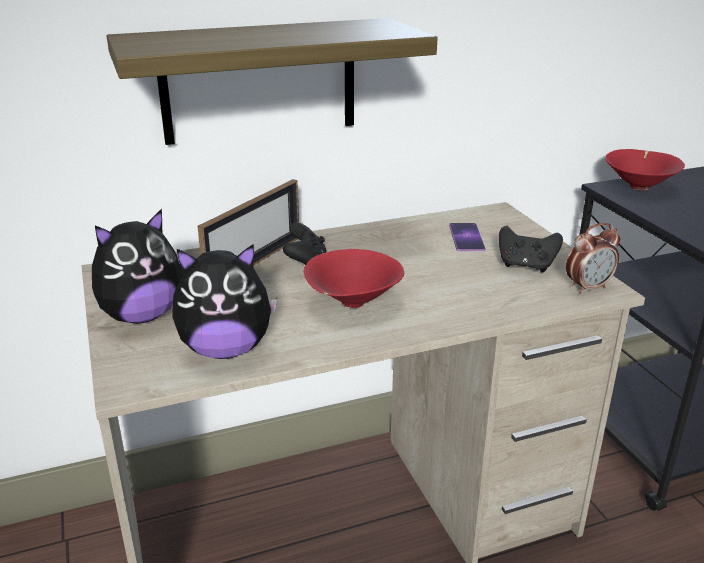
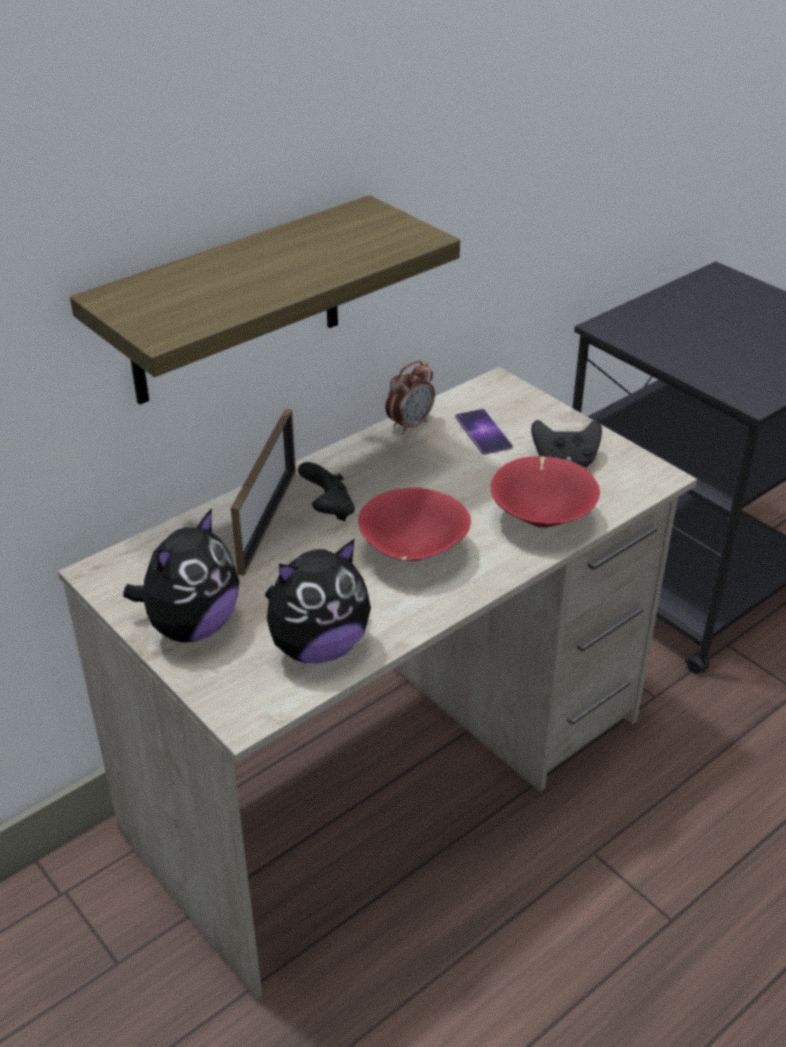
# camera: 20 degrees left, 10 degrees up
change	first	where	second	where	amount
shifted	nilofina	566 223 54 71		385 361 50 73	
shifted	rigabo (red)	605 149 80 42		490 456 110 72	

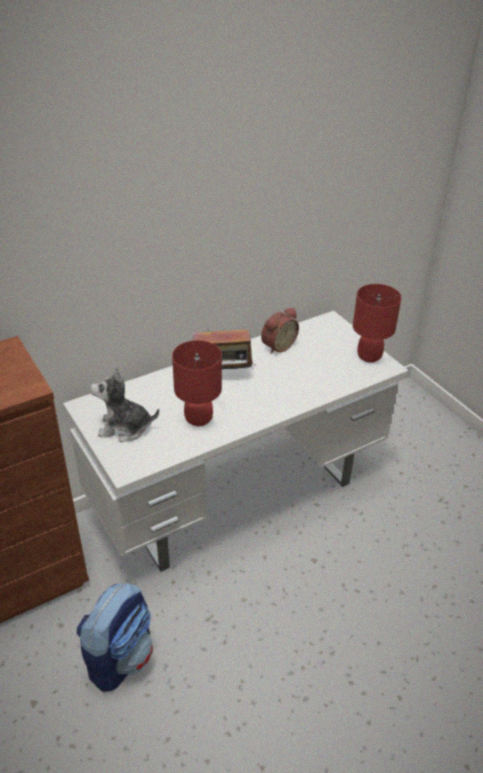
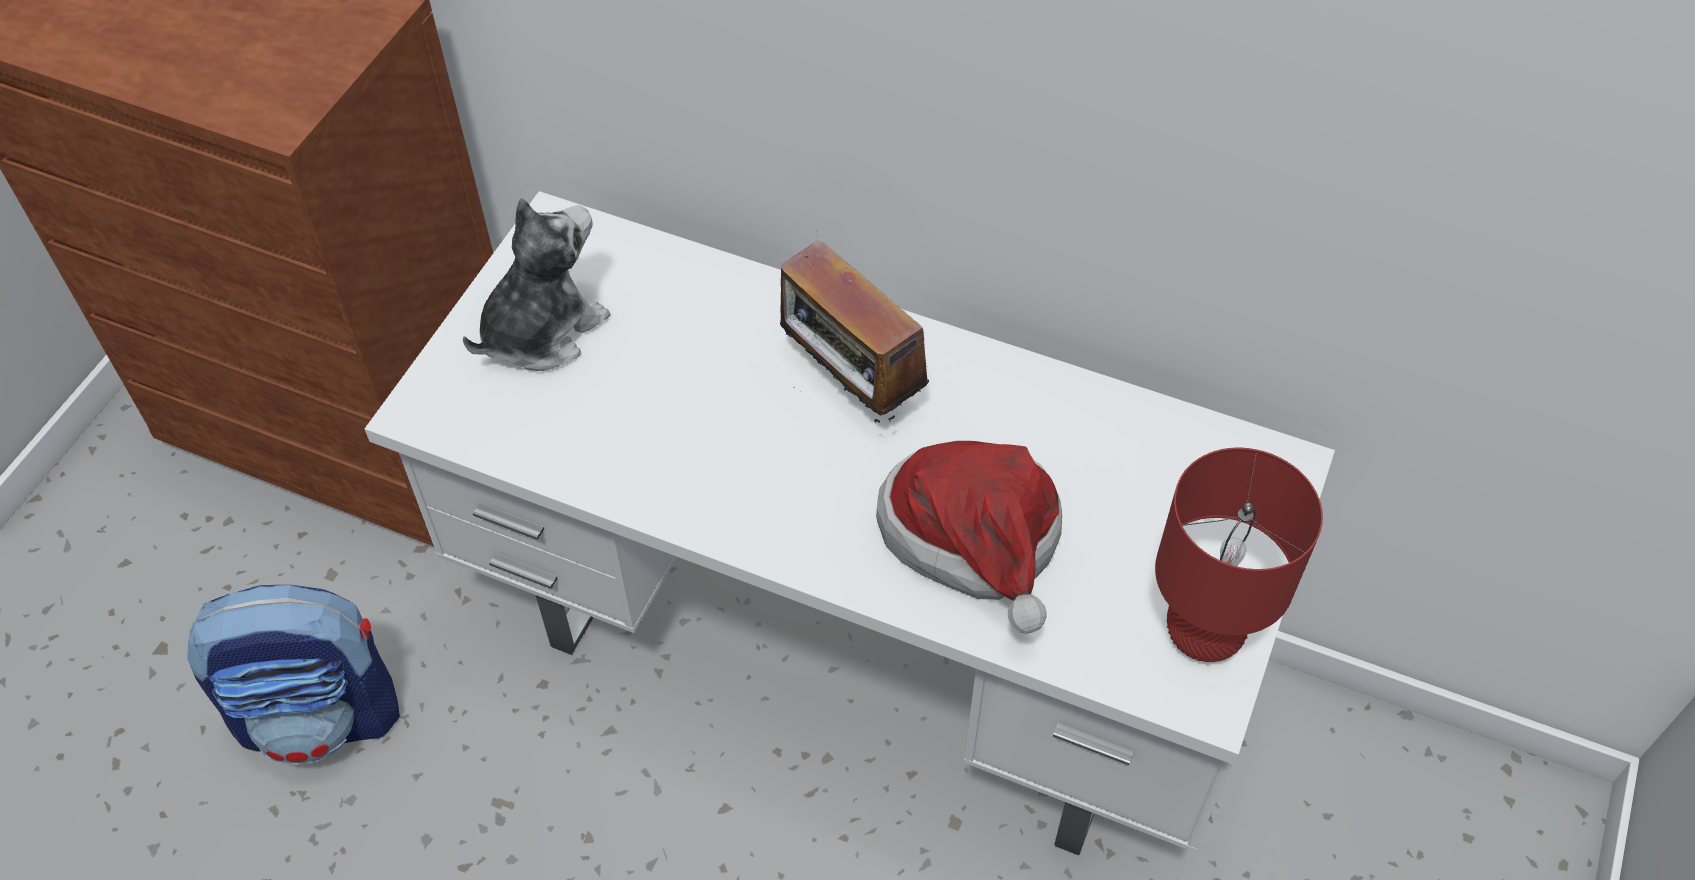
# camera: 55 degrees right, 15 degrees up
change	first	where	second	where	amount
rotated	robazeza	90 368 69 74		463 198 147 173	75 degrees clockwise
new			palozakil	876 441 186 193	
gone	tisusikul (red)	172 340 50 86			
gone	nilofina	261 307 38 47			

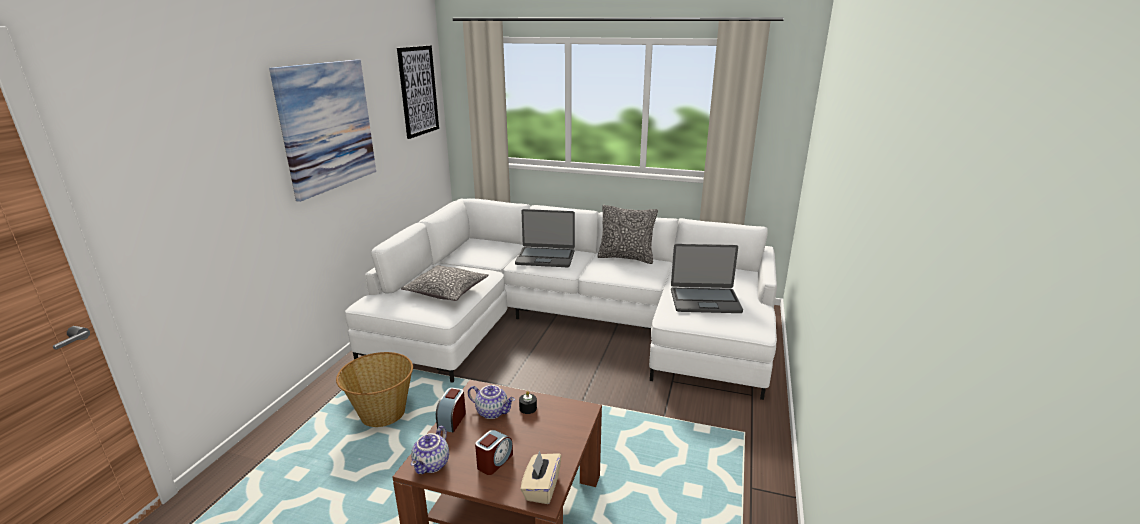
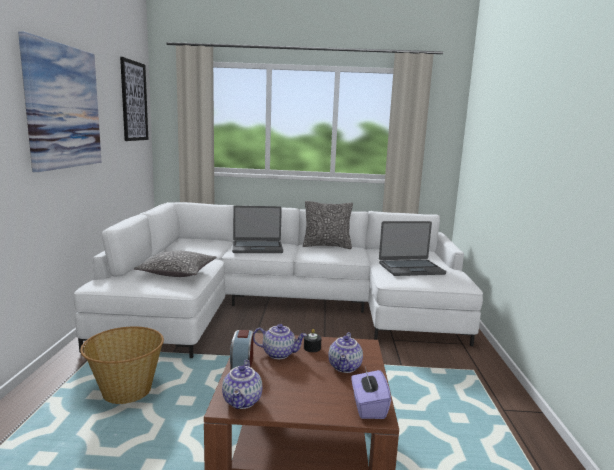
# camera: 15 degrees left, 10 degrees down
change	first	where	second	where	amount
new			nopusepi	328 332 35 41	
repainted	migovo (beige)	520 451 41 53	migovo (purple)	351 367 40 52	
gone	nilofina	475 430 38 45			

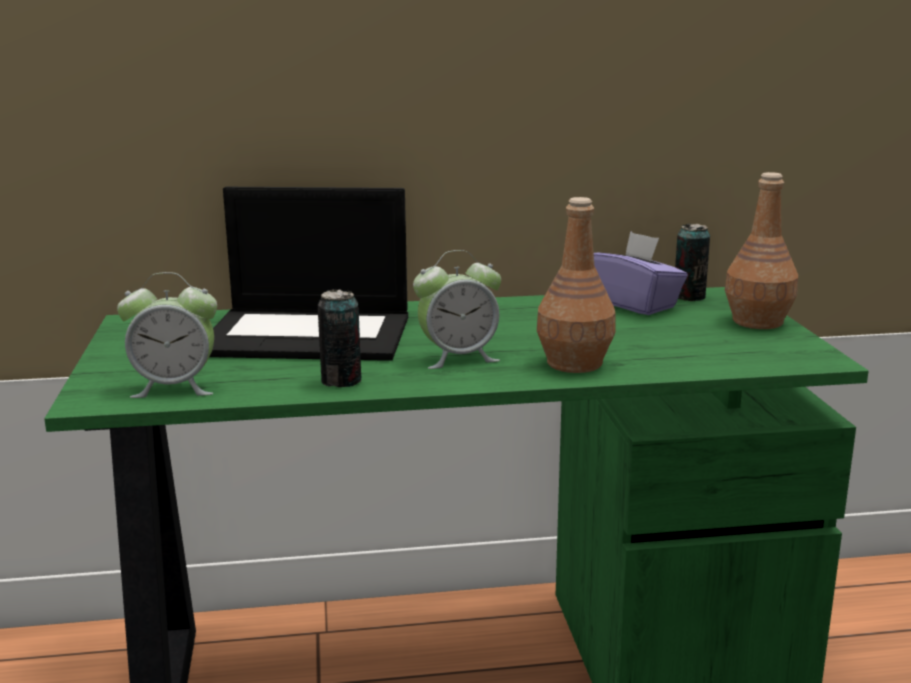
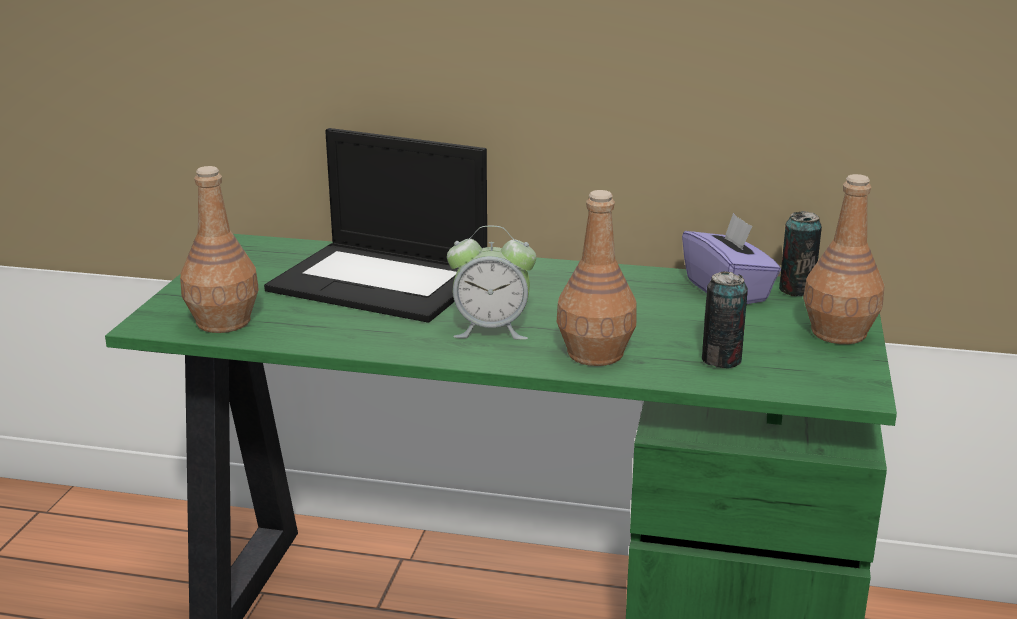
# camera: 20 degrees right, 5 degrees up
change	first	where	second	where	amount
swapped	nilofina	117 272 100 126	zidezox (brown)	180 166 78 167	
shifted	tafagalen	318 289 44 98		702 271 46 97	

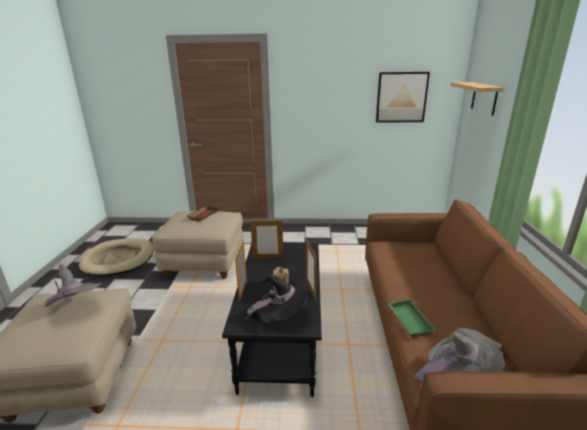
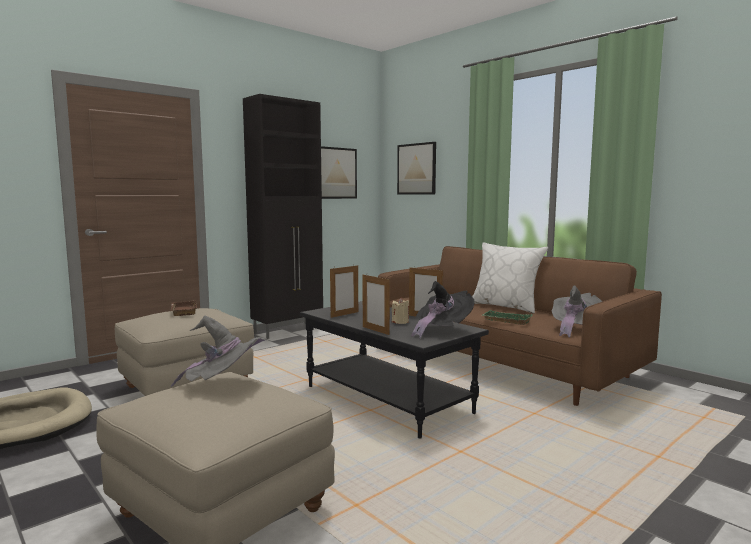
# camera: 45 degrees left, 15 degrees down
change	first	where	second	where	amount
new			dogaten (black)	243 94 80 245	
swapped	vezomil	450 82 54 34	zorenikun	397 142 39 52	
new			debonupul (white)	472 242 76 72	

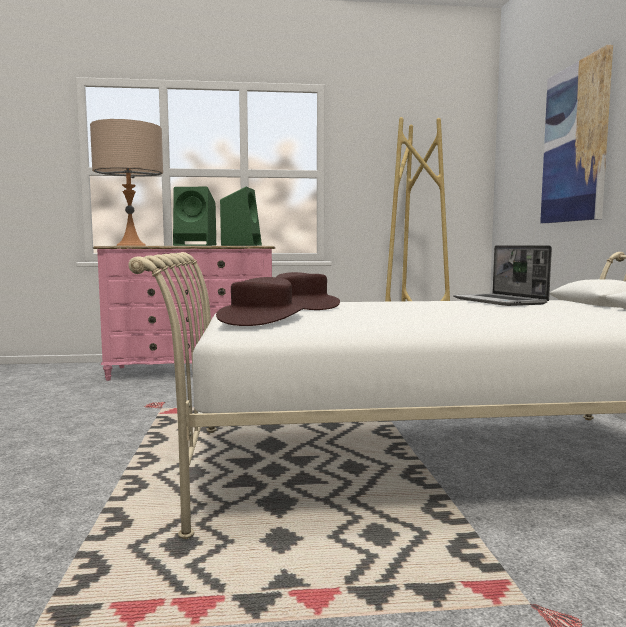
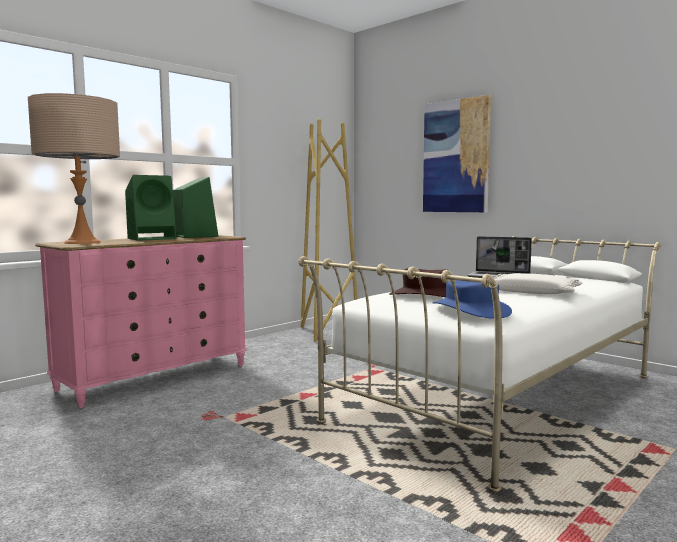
# camera: 40 degrees left, 0 degrees up
change	first	where	second	where	amount
repainted	palozakil (brown)	216 277 88 49	palozakil (blue)	433 280 79 39	
new			debonupul (white)	493 273 89 21	

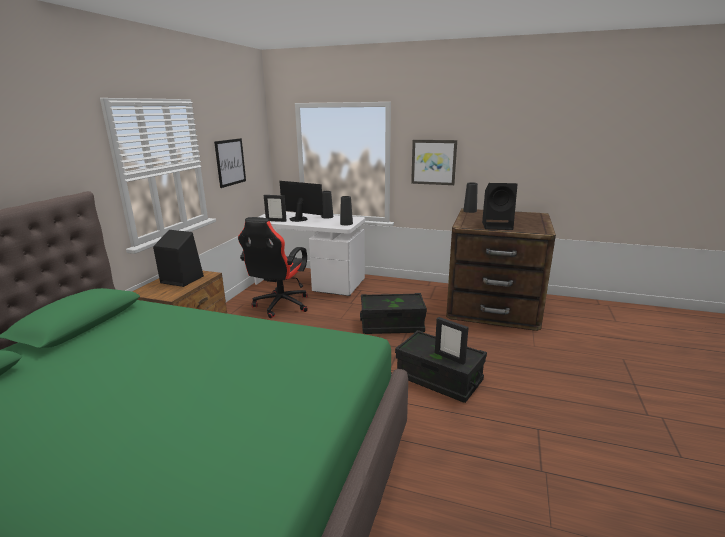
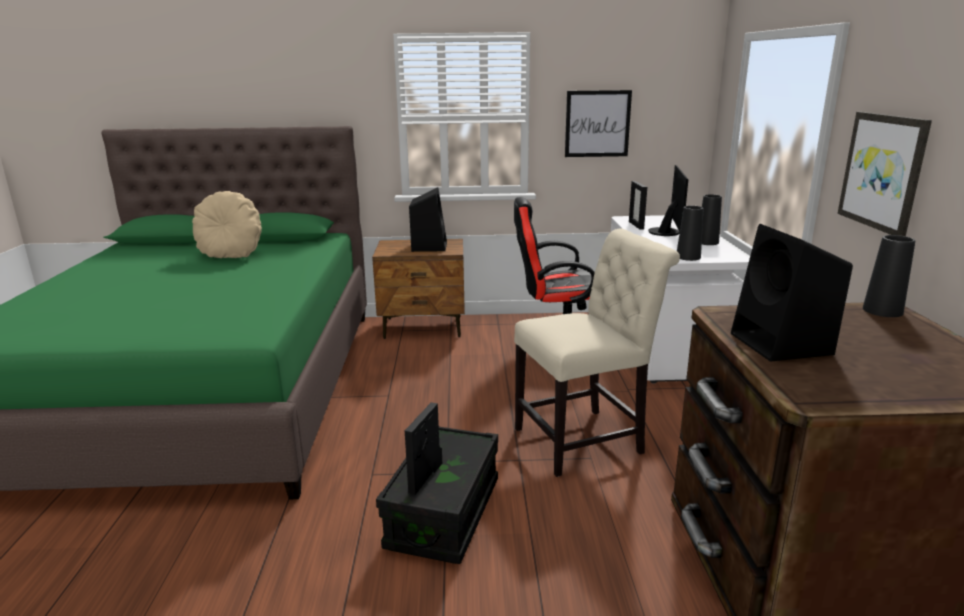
# camera: 70 degrees right, 0 degrees up
change	first	where	second	where	amount
new			debonupul (beige)	192 191 70 67	
swapped	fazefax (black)	360 293 67 41	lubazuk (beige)	514 228 166 249	

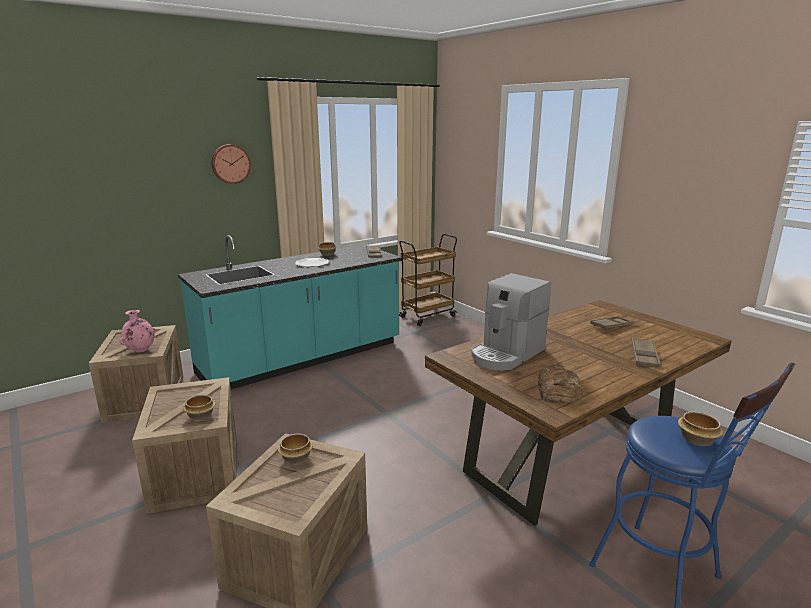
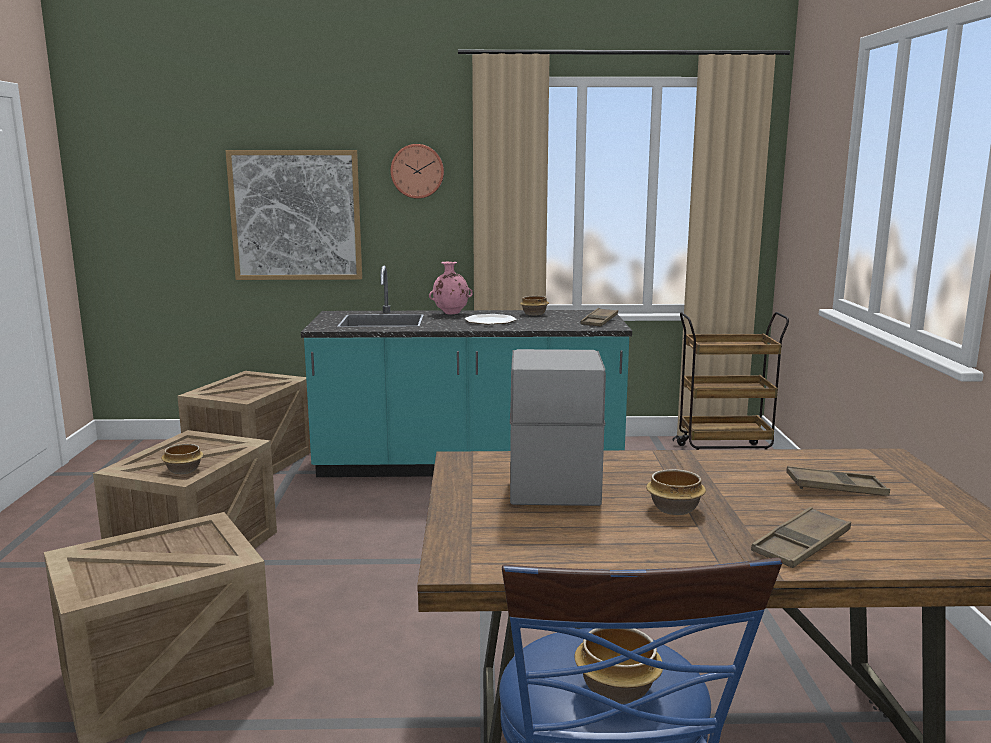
# camera: 35 degrees right, 5 degrees down
change	first	where	second	where	amount
new			zorenikun	225 150 137 130	
shifted	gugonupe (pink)	119 310 37 42		429 261 44 53	
rotated	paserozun	471 273 80 98		510 349 96 157	105 degrees clockwise
shifted	rigabo	278 434 35 30		646 469 60 46	
gone	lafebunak	538 365 45 38			

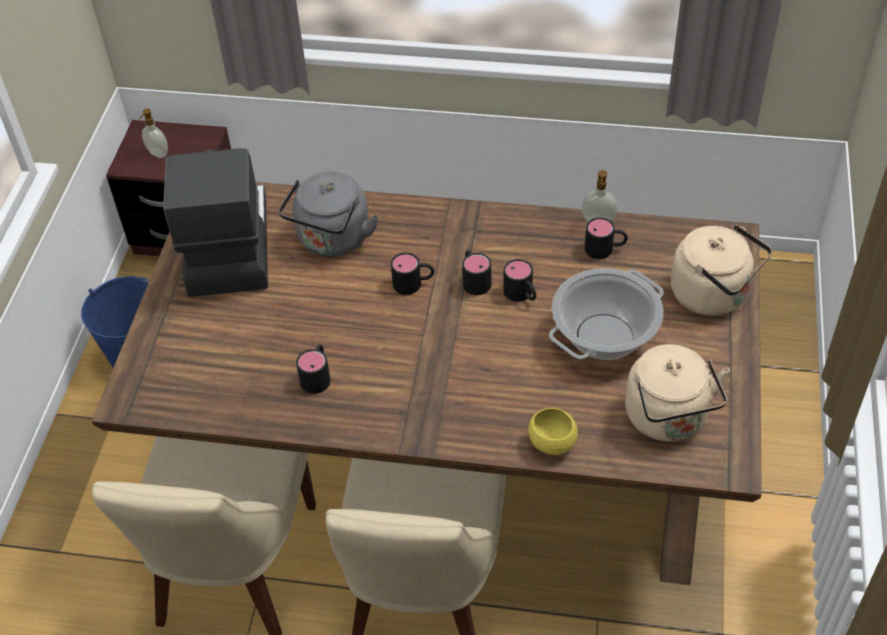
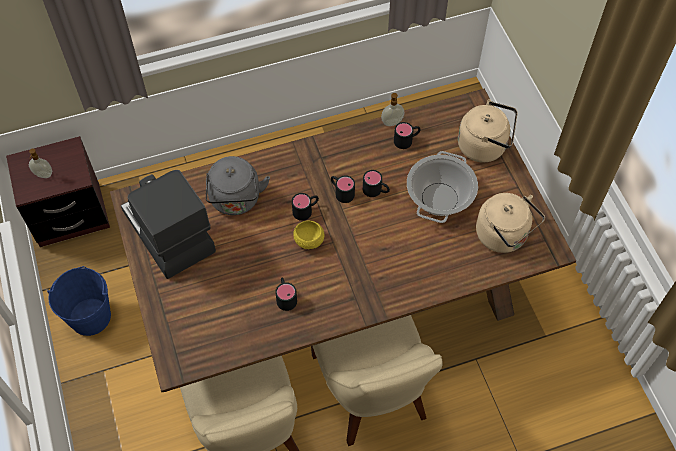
# camera: 30 degrees left, 10 degrees up
change	first	where	second	where	amount
shifted	rigabo (yellow)	528 408 50 47		293 220 31 29	

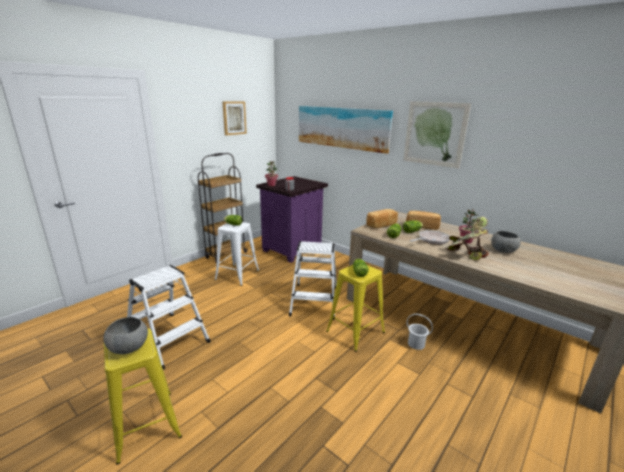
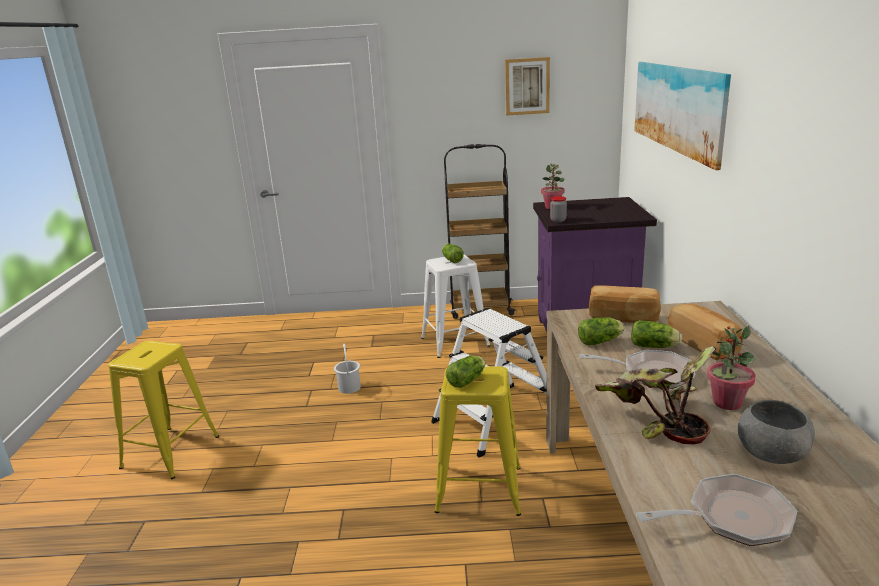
# camera: 50 degrees right, 0 degrees up
change	first	where	second	where	amount
shifted	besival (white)	407 314 26 36		334 344 27 50	
new			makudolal	636 474 162 72	
gone	rigabo (grey)	103 317 45 37			
gone	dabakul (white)	127 265 84 105			
gone	zorenikun	403 101 68 68			

